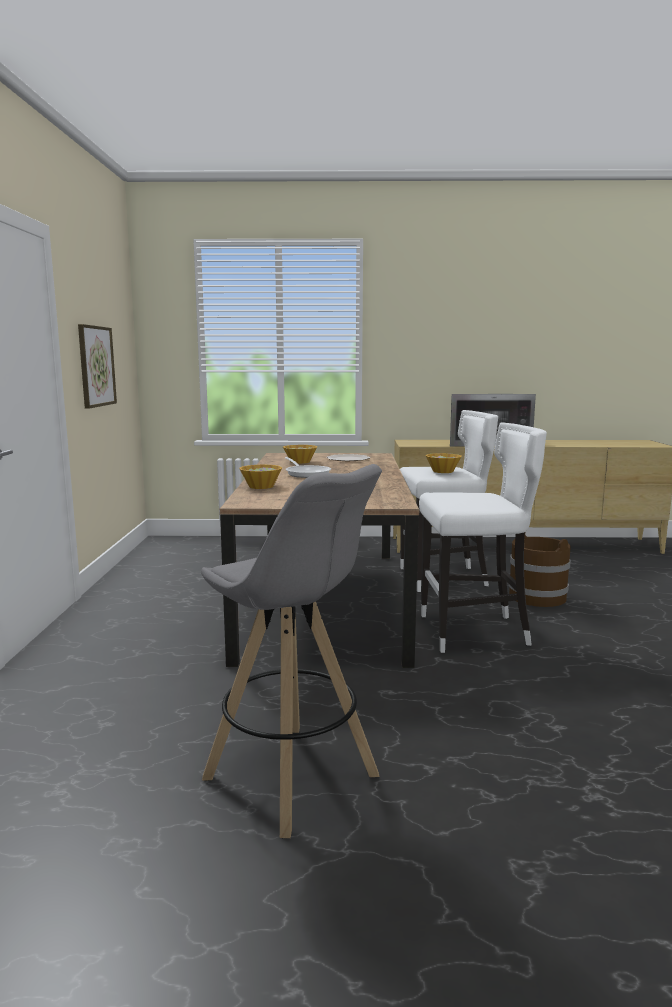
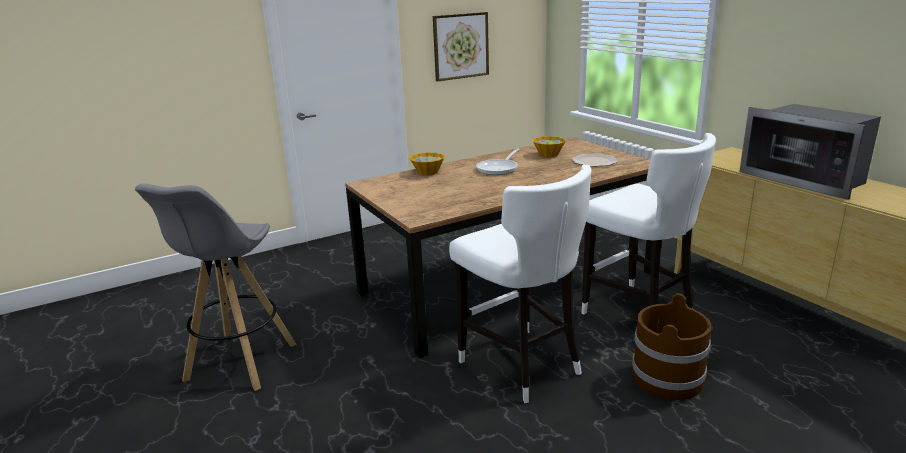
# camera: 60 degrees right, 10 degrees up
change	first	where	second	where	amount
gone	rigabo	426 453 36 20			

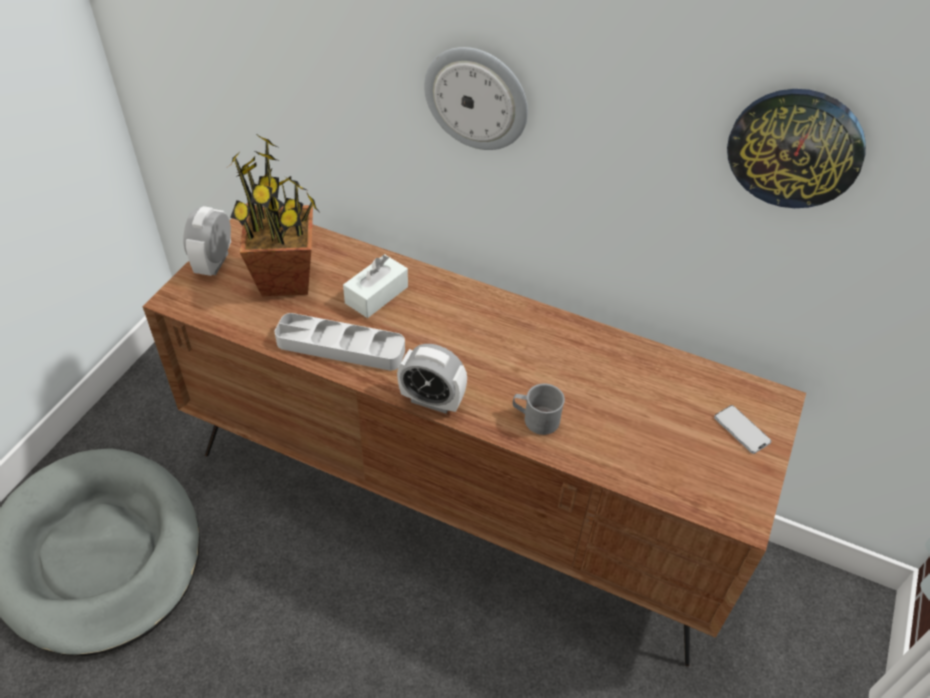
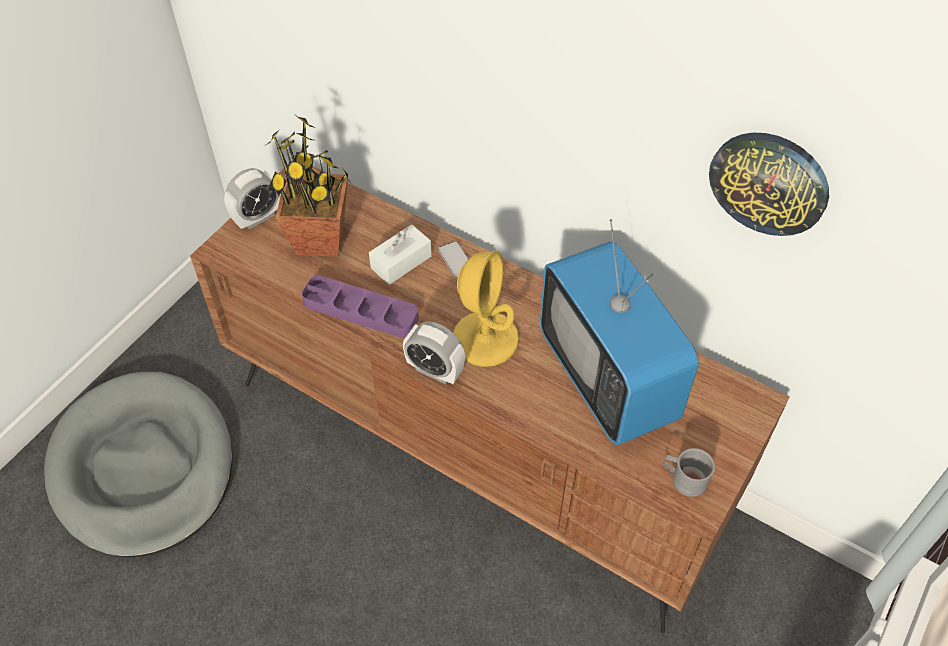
# camera: 10 degrees right, 5 degrees up
change	first	where	second	where	amount
rotated	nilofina	183 206 48 70		224 168 57 61	150 degrees counterclockwise
repainted	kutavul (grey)	274 313 131 58	kutavul (purple)	302 275 117 63	
shifted	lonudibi	714 405 57 49		438 241 30 39	
new			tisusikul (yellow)	453 250 66 117	
new			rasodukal	540 219 159 227	
shifted	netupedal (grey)	513 384 52 51		663 448 52 49	
gone	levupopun	424 47 104 103			

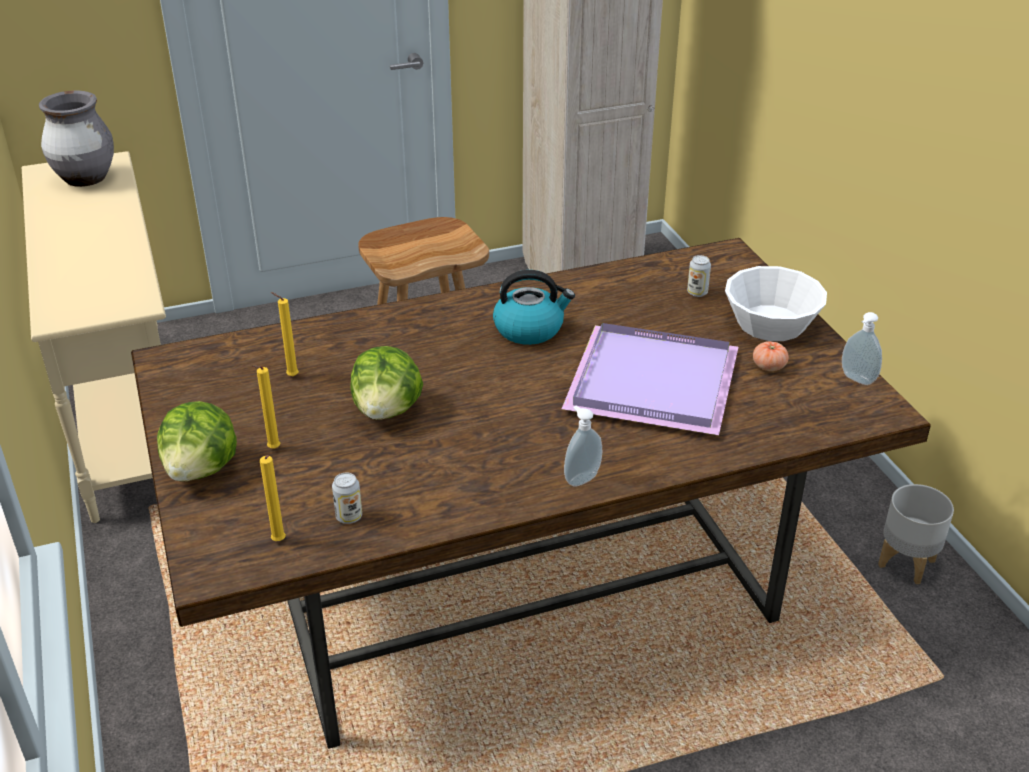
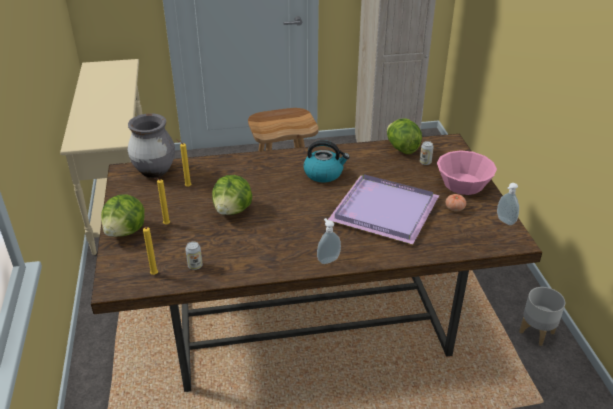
# camera: 10 degrees right, 0 degrees up
change	first	where	second	where	amount
shifted	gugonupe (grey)	39 91 75 96		127 113 48 65	
new			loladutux	387 119 35 35	
repainted	rigabo (white)	725 266 102 75	rigabo (pink)	437 150 60 45	

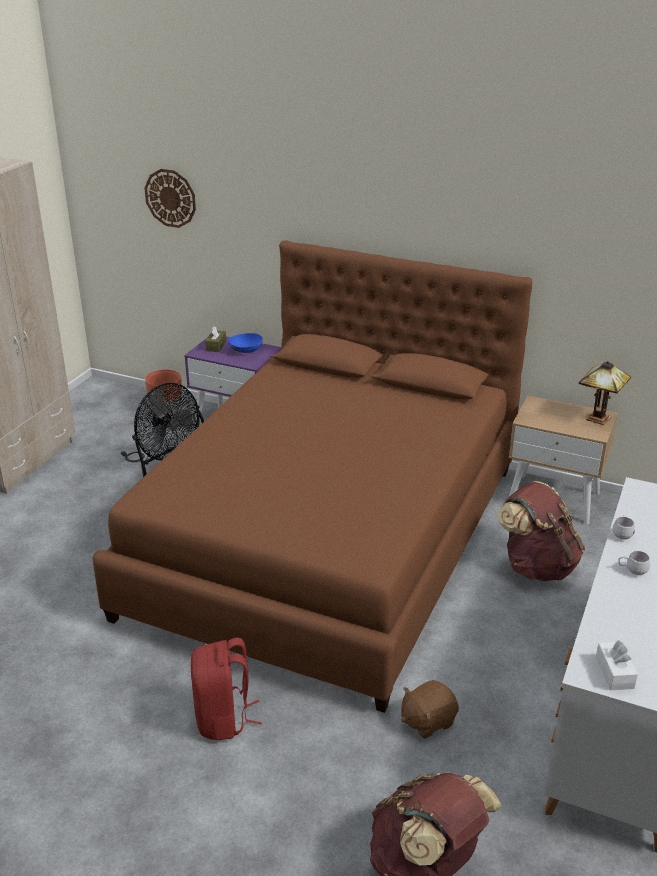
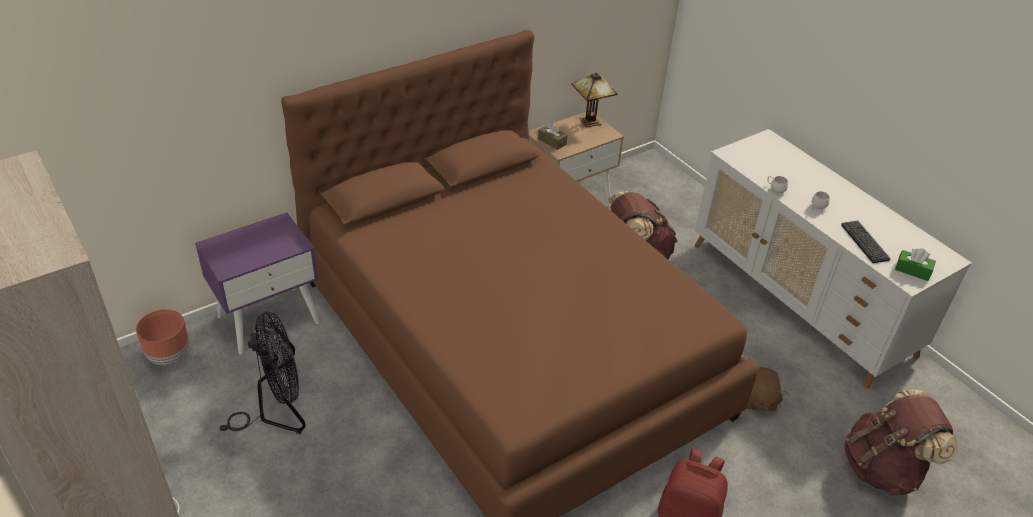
# camera: 60 degrees left, 10 degrees up
change	first	where	second	where	amount
shifted	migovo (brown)	205 326 21 26		538 123 30 27	
new			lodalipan	841 221 50 42	
repainted	migovo (white)	596 640 42 50	migovo (green)	895 248 41 33	
gone	levupopun	145 169 51 59			
gone	rigabo (blue)	228 333 35 20			

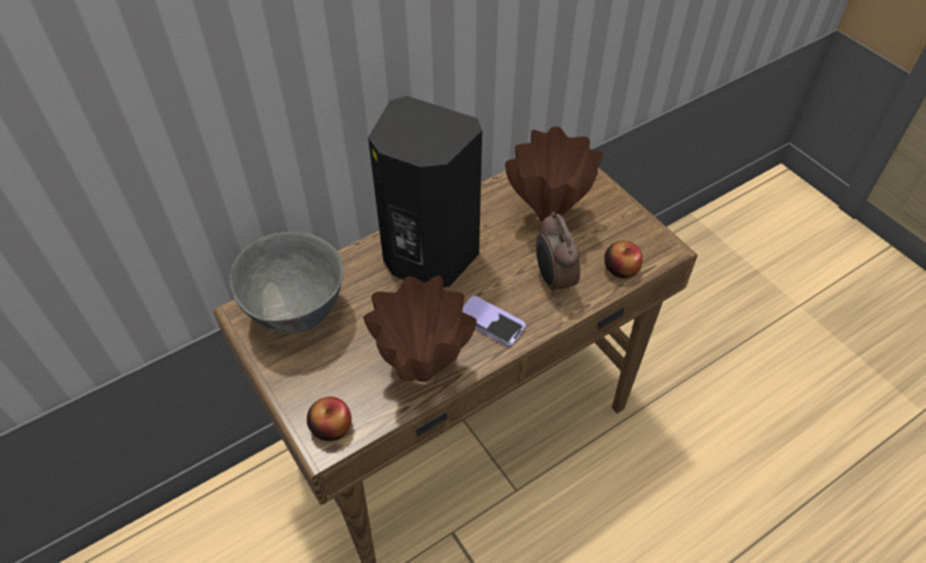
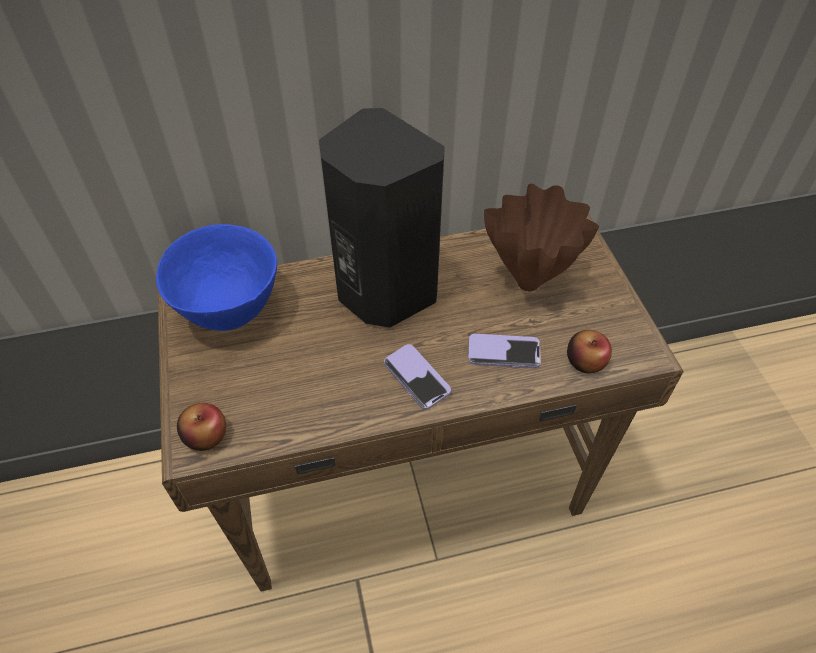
# camera: 20 degrees right, 0 degrees up
change	first	where	second	where	amount
repainted	rigabo (grey)	230 232 113 101	rigabo (blue)	156 224 121 107	
swapped	nilofina	536 212 44 84	lonudibi	468 334 73 34	
gone	gugonupe (brown)	363 276 114 106			

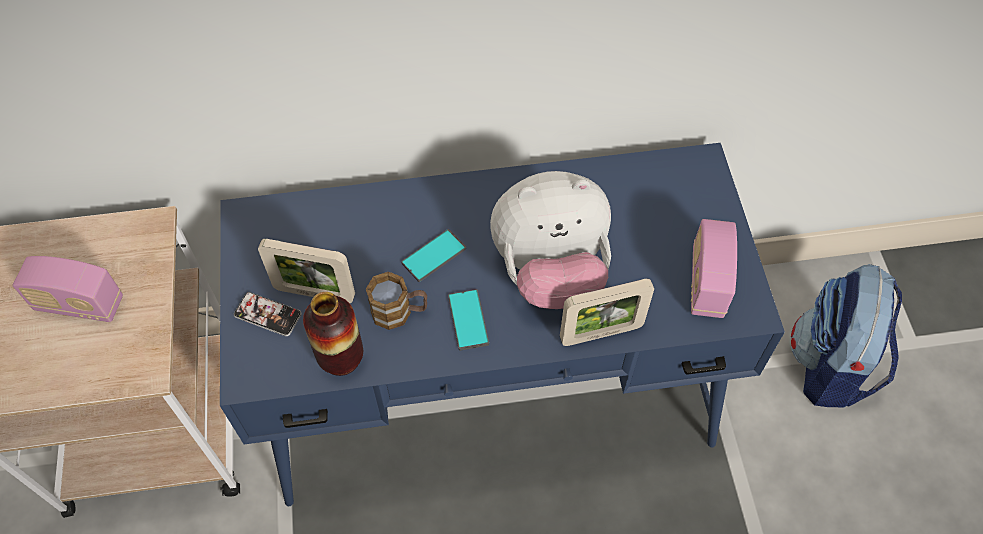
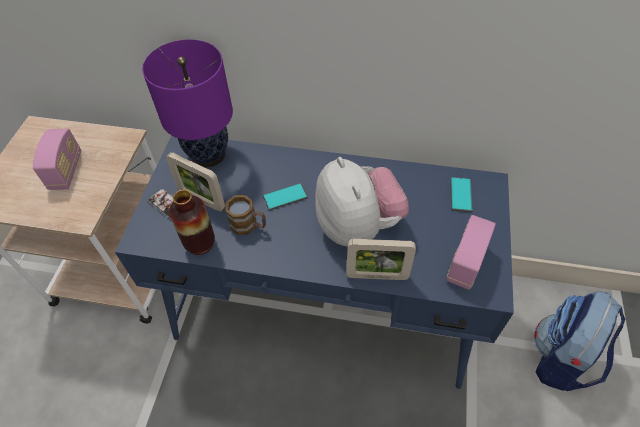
# camera: 20 degrees right, 5 degrees down
change	first	where	second	where	amount
rotated	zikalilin	12 256 111 66		33 129 48 61	120 degrees counterclockwise
new			tisusikul (purple)	142 39 91 128	
rotated	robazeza	490 171 121 138		315 157 94 90	120 degrees counterclockwise
shifted	lonudibi	448 289 41 62		450 177 23 35	

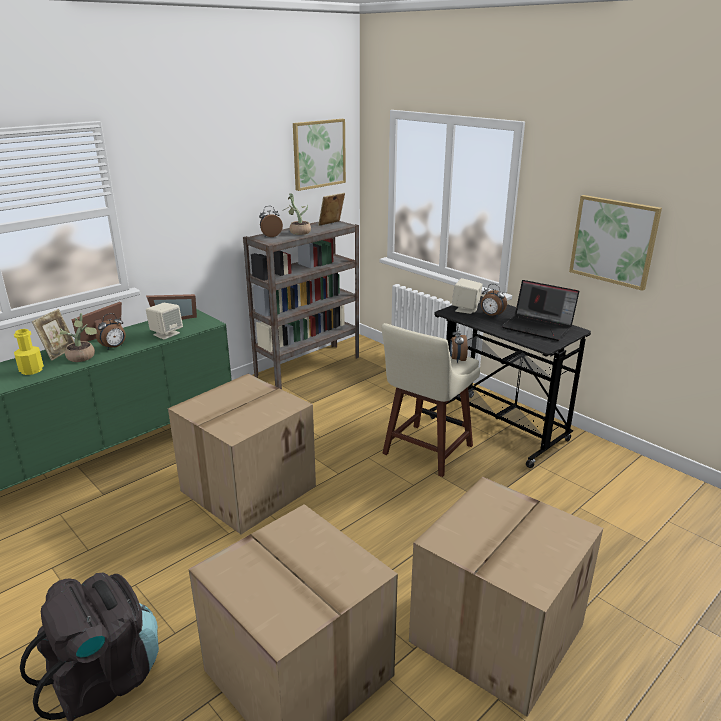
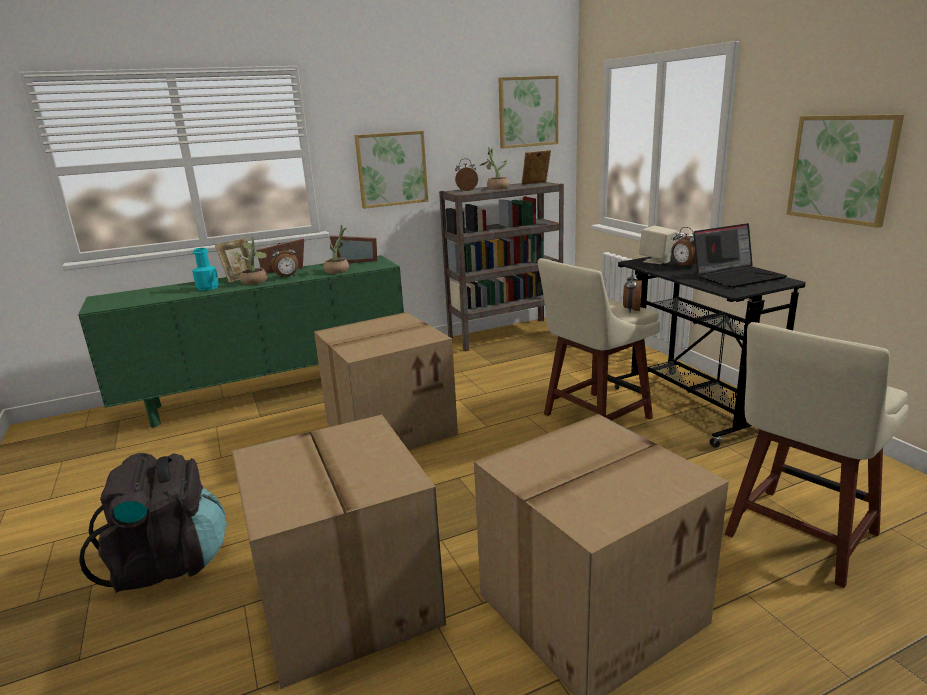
# camera: 20 degrees right, 5 degrees down
change	first	where	second	where	amount
repainted	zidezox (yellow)	14 329 30 46	zidezox (turquoise)	192 248 27 43	
swapped	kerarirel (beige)	146 303 37 37	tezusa	323 225 28 49	
new			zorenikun	355 131 73 78	
rotated	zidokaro	502 280 77 61		693 223 94 65	75 degrees counterclockwise
new			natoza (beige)	725 322 183 266	

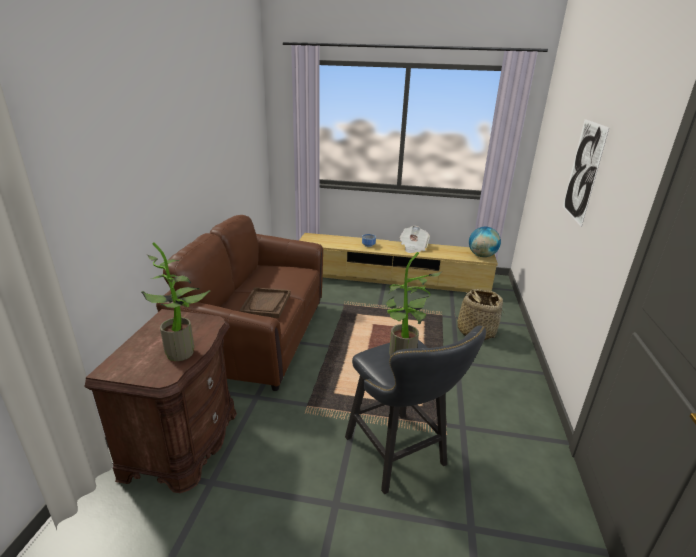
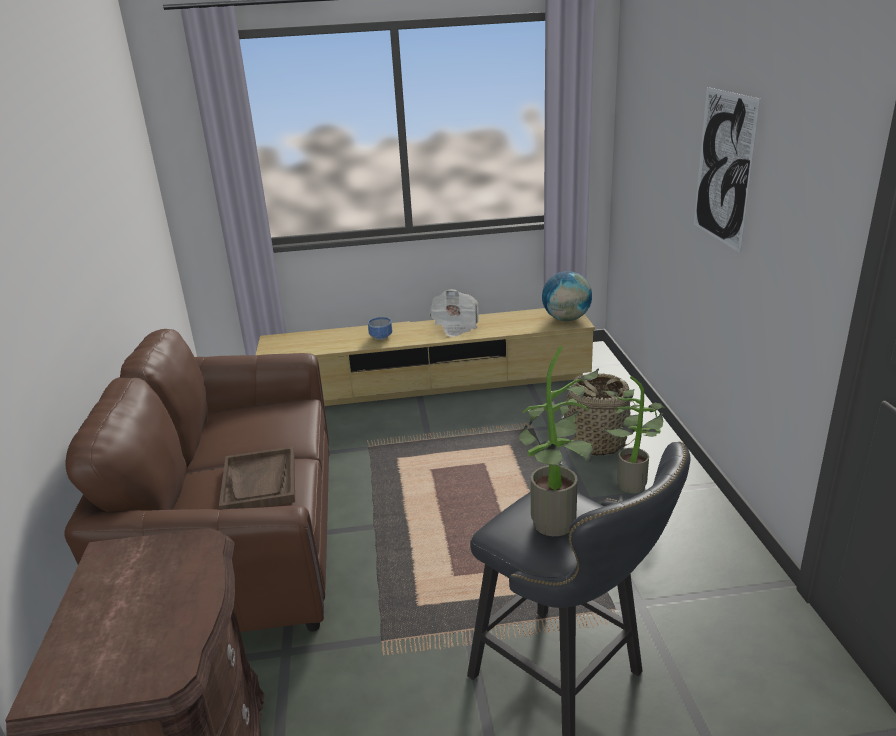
# camera: 15 degrees left, 0 degrees up
change	first	where	second	where	amount
shifted	tezusa	141 242 69 119		602 376 64 117	

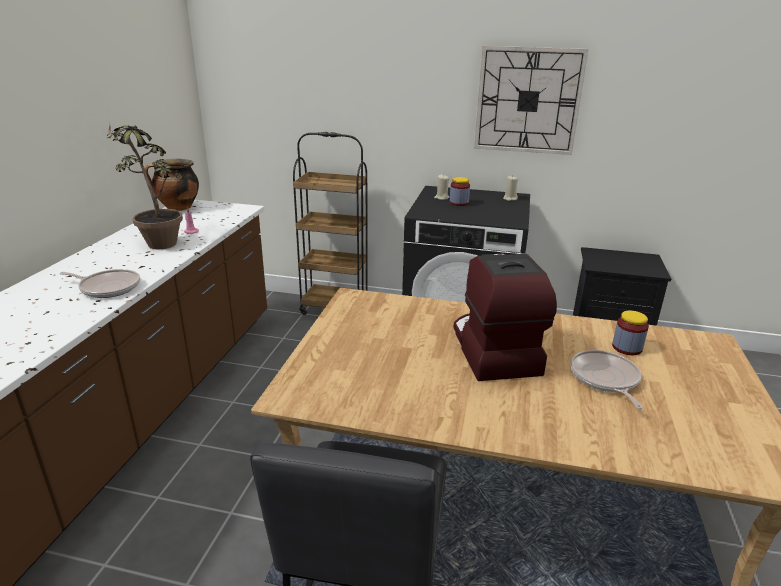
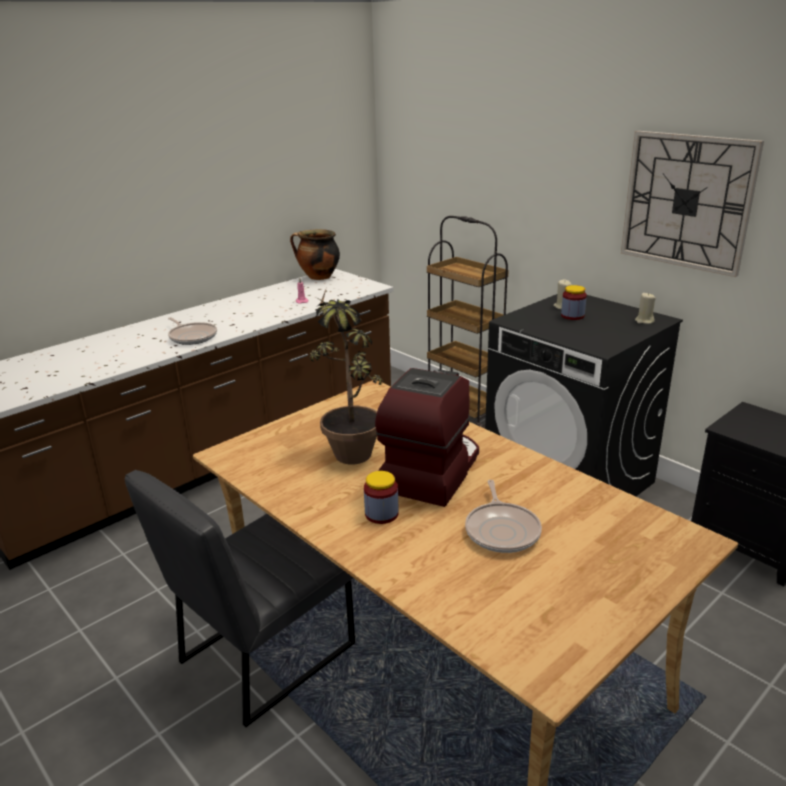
# camera: 35 degrees right, 0 degrees up
change	first	where	second	where	amount
shifted	tezusa	107 123 76 126		309 289 75 175	
shifted	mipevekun	612 311 37 44		364 471 35 53	
rotated	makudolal	571 350 72 59		465 480 77 73	150 degrees clockwise

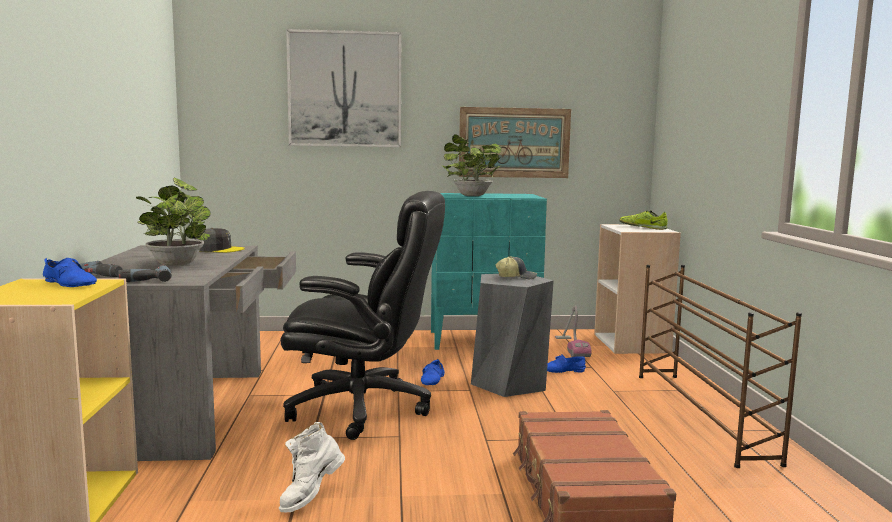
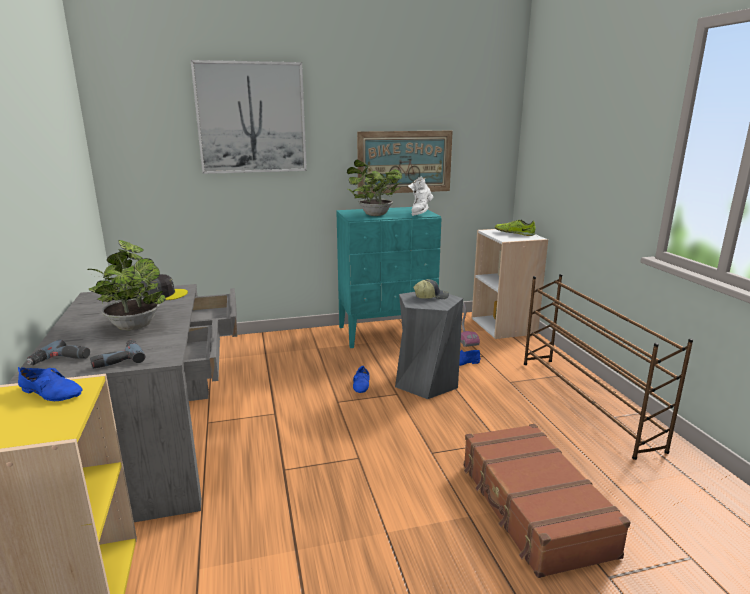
# camera: 10 degrees left, 10 degrees up
change	first	where	second	where	amount
shifted	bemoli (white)	279 422 66 91		408 177 25 39	
gone	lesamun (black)	280 191 165 249			

